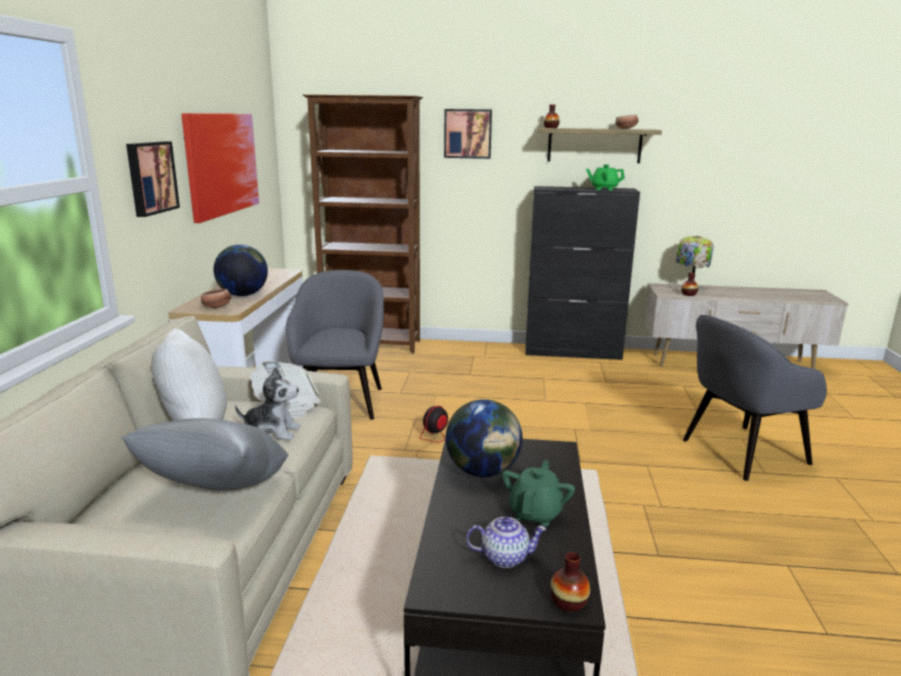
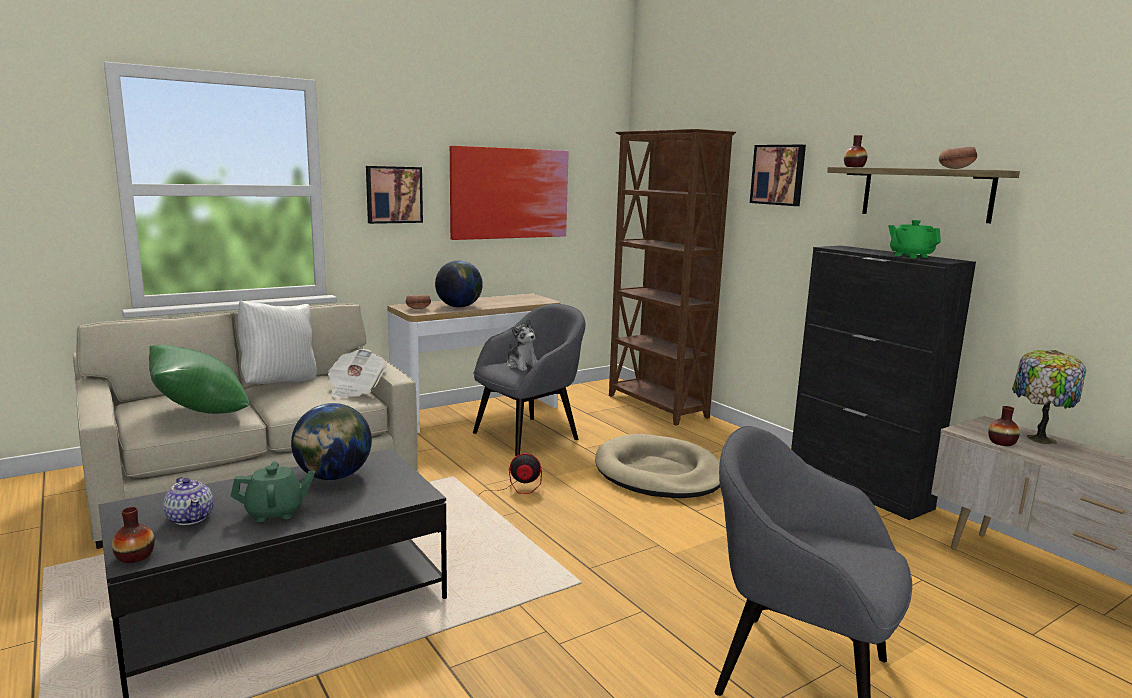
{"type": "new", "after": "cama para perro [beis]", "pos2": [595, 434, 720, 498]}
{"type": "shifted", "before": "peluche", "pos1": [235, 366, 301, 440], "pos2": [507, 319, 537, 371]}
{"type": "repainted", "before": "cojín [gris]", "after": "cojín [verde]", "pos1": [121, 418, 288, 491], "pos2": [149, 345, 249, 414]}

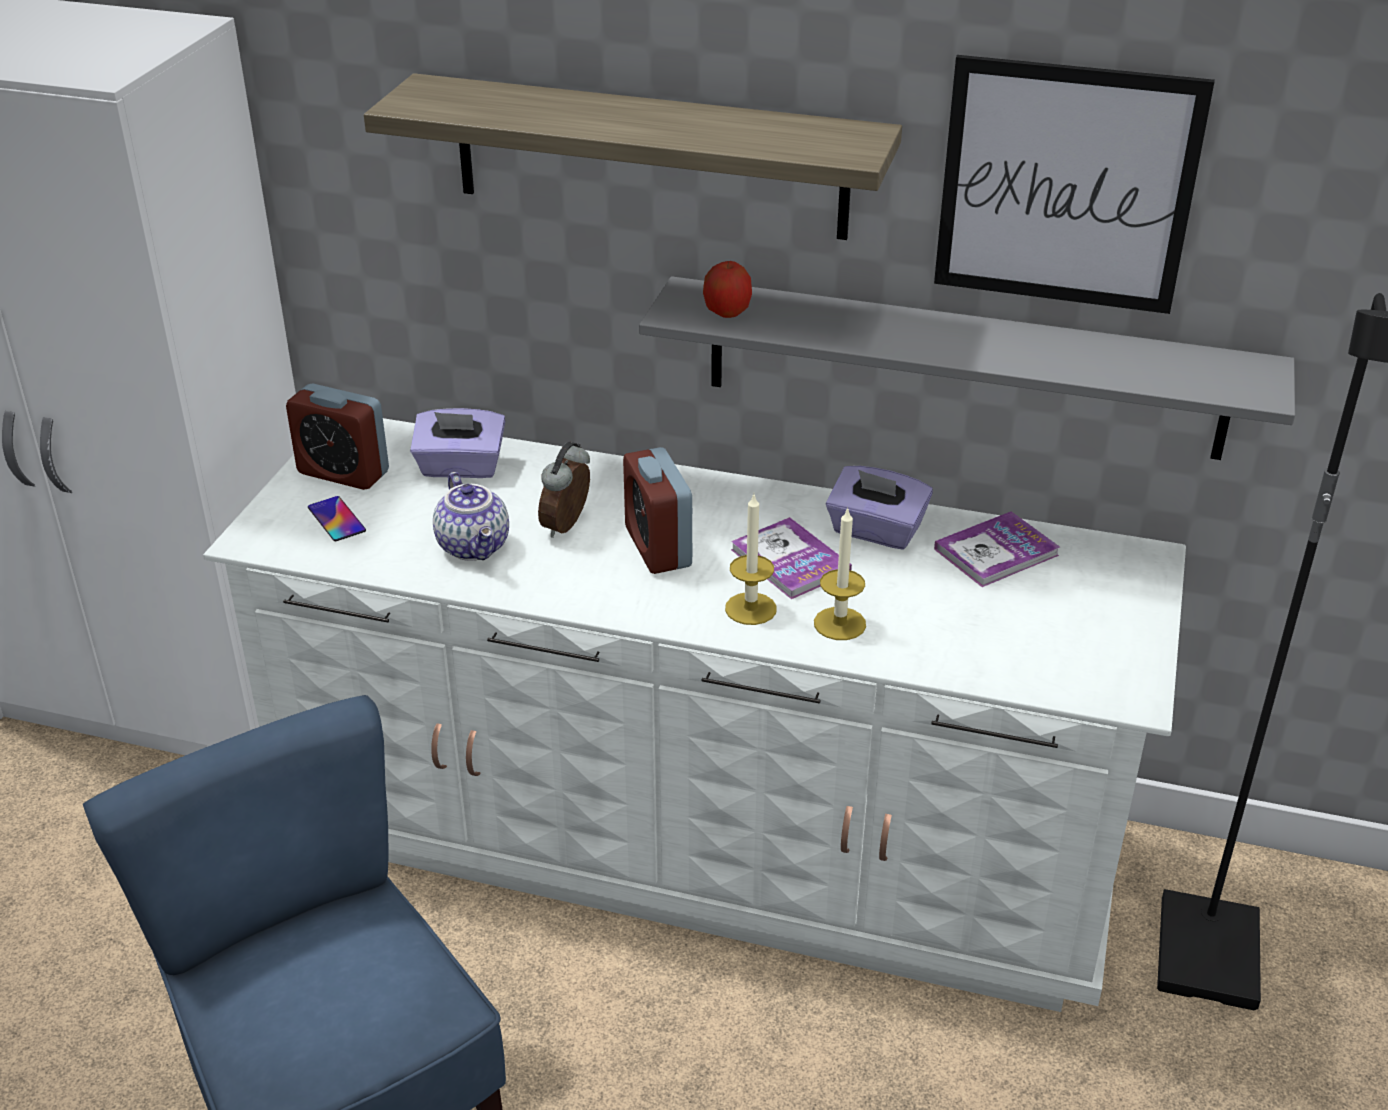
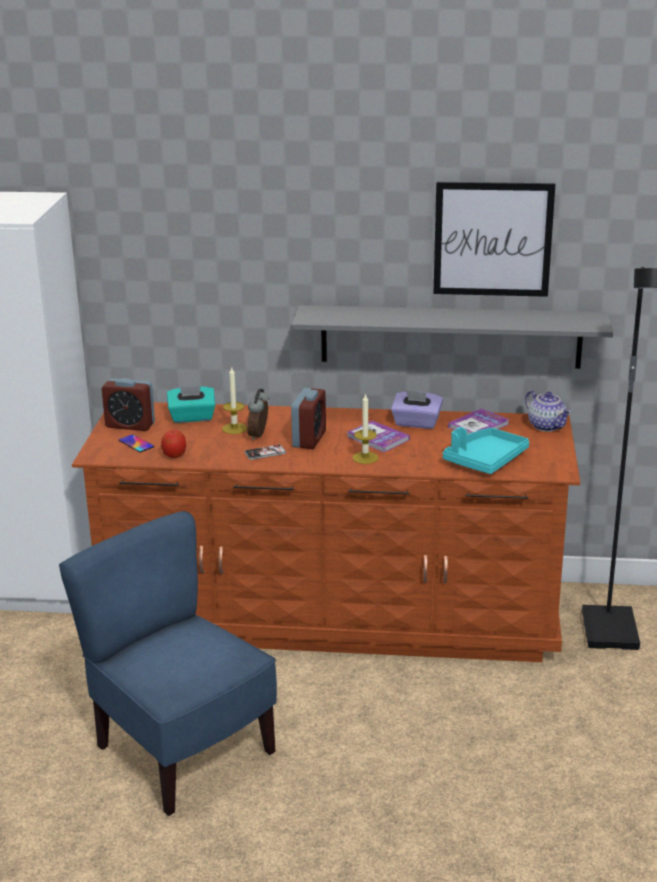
{"type": "gone", "before": "estante", "pos1": [364, 73, 902, 240]}
{"type": "new", "after": "móvil", "pos2": [244, 443, 286, 460]}
{"type": "new", "after": "bandeja [turquesa]", "pos2": [443, 427, 529, 474]}
{"type": "shifted", "before": "tetera", "pos1": [433, 472, 509, 561], "pos2": [525, 390, 572, 432]}
{"type": "shifted", "before": "manzana", "pos1": [703, 261, 752, 318], "pos2": [161, 429, 186, 458]}
{"type": "shifted", "before": "vela", "pos1": [814, 507, 866, 640], "pos2": [222, 368, 247, 434]}
{"type": "repainted", "before": "cómoda [blanco]", "after": "cómoda [marrón]", "pos1": [203, 418, 1186, 1012], "pos2": [72, 402, 580, 662]}
{"type": "repainted", "before": "caja de pañuelos [morado]", "after": "caja de pañuelos [turquesa]", "pos1": [410, 408, 506, 478], "pos2": [167, 386, 215, 423]}
{"type": "rotated", "before": "despertador", "pos1": [623, 447, 692, 574], "pos2": [291, 388, 326, 449], "turn": -135}

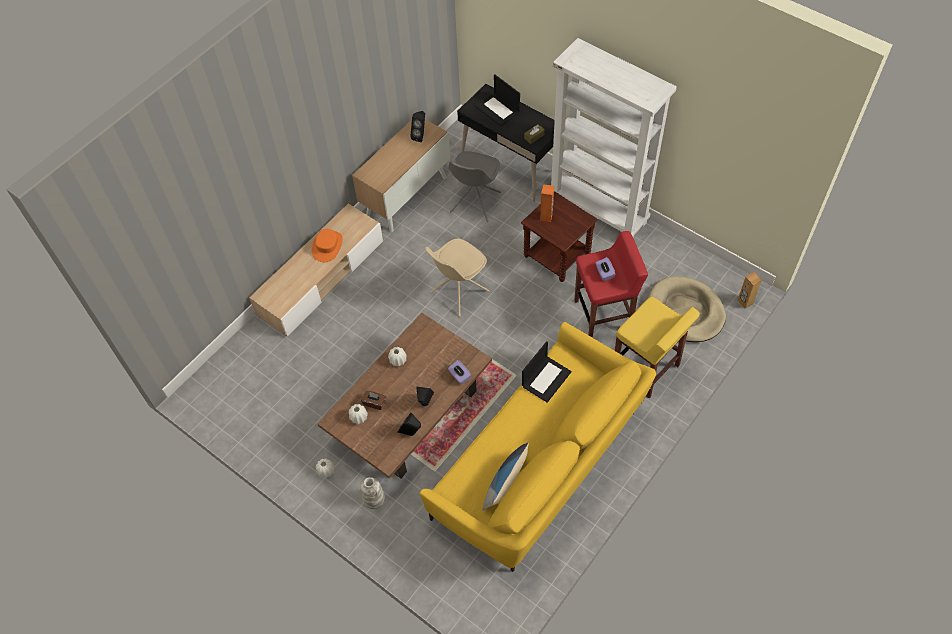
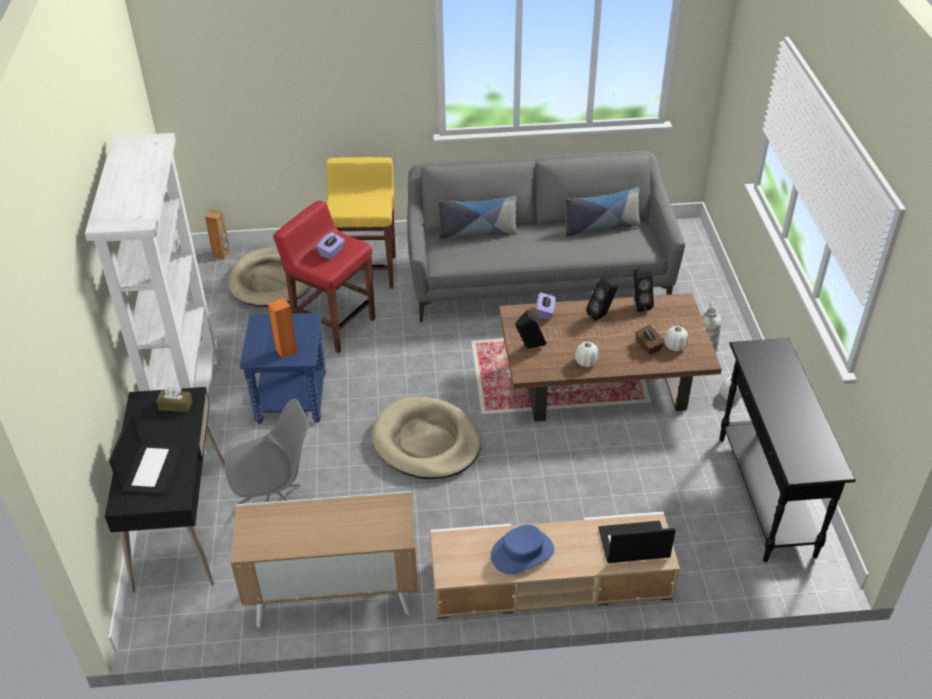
{"type": "new", "after": "cojín", "pos2": [438, 196, 518, 239]}
{"type": "new", "after": "mesa consola [negro]", "pos2": [720, 338, 856, 562]}
{"type": "shifted", "before": "altavoz [negro]", "pos1": [410, 111, 425, 142], "pos2": [516, 311, 546, 348]}
{"type": "shifted", "before": "portátil", "pos1": [522, 341, 572, 403], "pos2": [598, 521, 676, 563]}
{"type": "swapped", "before": "silla [beis]", "after": "cama para perro [beis]", "pos1": [425, 239, 489, 317], "pos2": [372, 396, 481, 479]}
{"type": "repainted", "before": "sombrero [naranja]", "after": "sombrero [azul]", "pos1": [312, 229, 343, 262], "pos2": [491, 525, 554, 575]}
{"type": "repainted", "before": "sofá [amarillo]", "after": "sofá [gris]", "pos1": [419, 322, 656, 572], "pos2": [407, 151, 685, 322]}
{"type": "repainted", "before": "mesa auxiliar [marrón]", "after": "mesa auxiliar [azul]", "pos1": [521, 191, 598, 282], "pos2": [240, 313, 326, 424]}

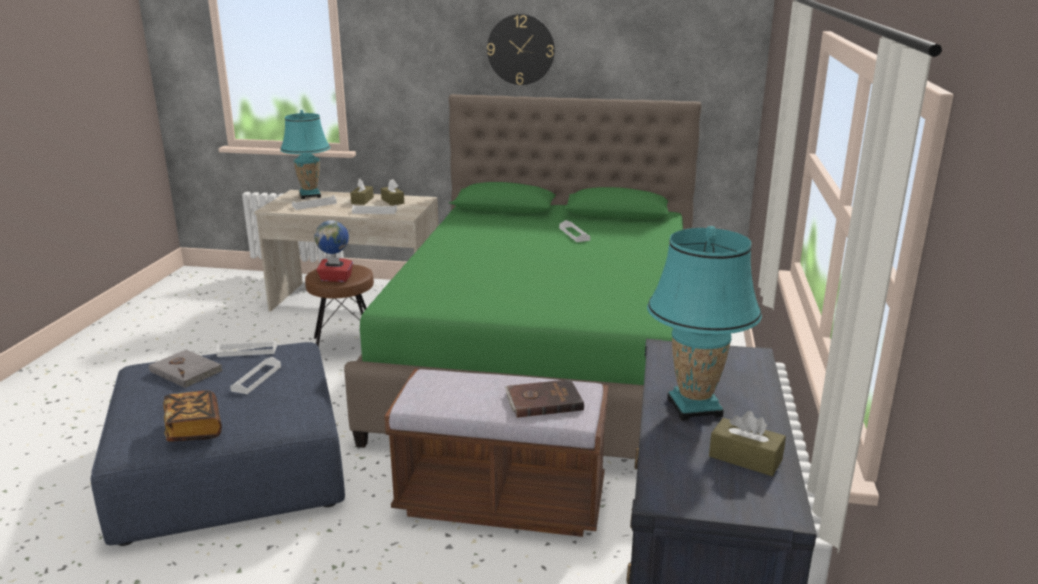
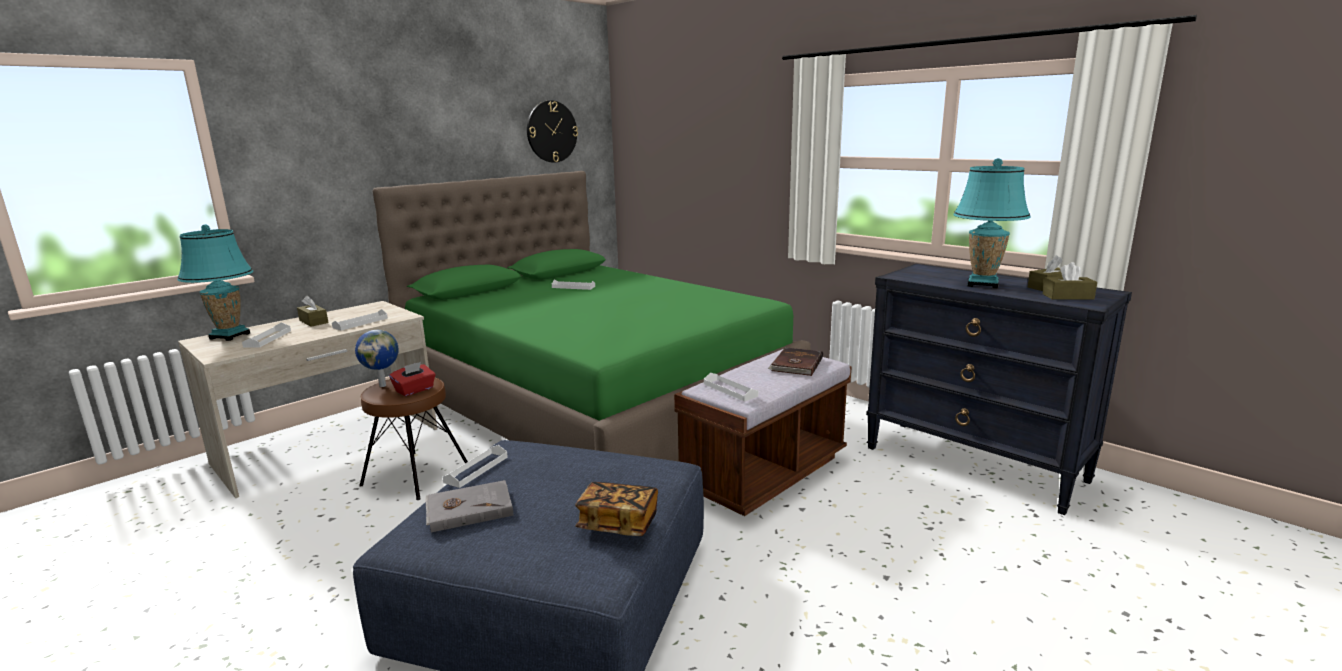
{"type": "shifted", "before": "bandeja [blanco]", "pos1": [230, 357, 281, 394], "pos2": [704, 373, 758, 402]}
{"type": "shifted", "before": "caja de pañuelos [marrón]", "pos1": [381, 179, 404, 206], "pos2": [1043, 262, 1097, 300]}
{"type": "shifted", "before": "reloj de pared", "pos1": [487, 14, 555, 85], "pos2": [527, 101, 578, 163]}

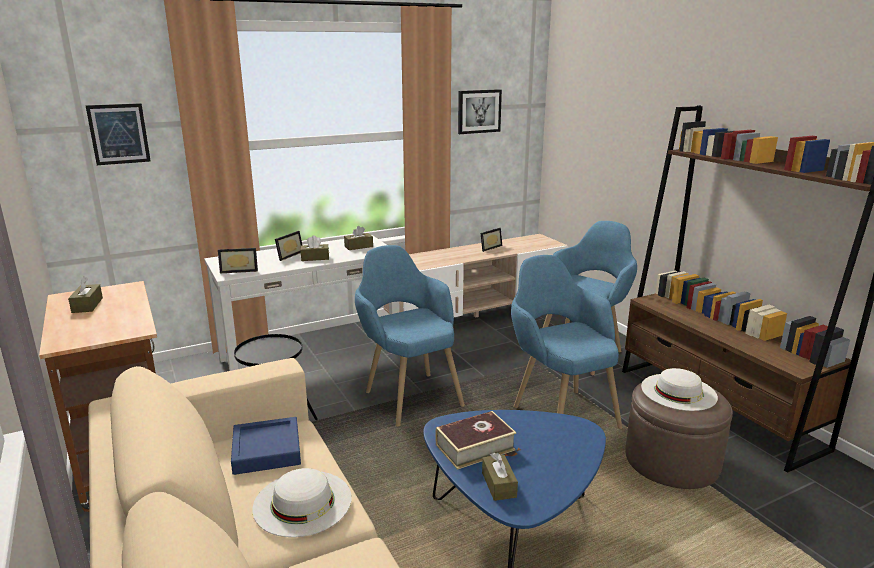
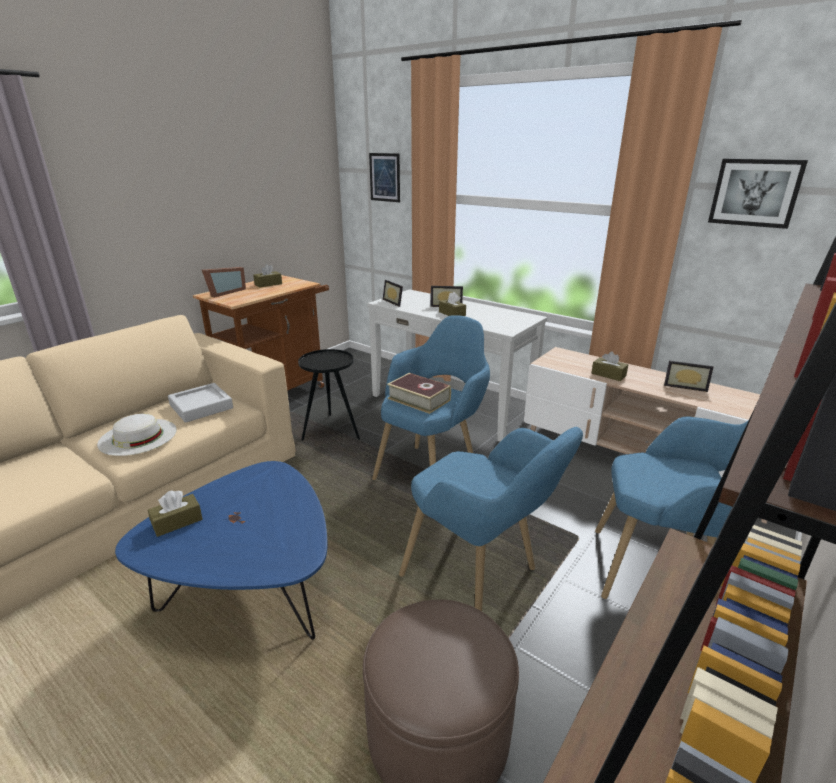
{"type": "gone", "before": "sombrero [blanco]", "pos1": [641, 368, 718, 411]}
{"type": "new", "after": "portarretratos", "pos2": [202, 267, 246, 298]}
{"type": "shifted", "before": "caja de pañuelos [marrón]", "pos1": [344, 226, 373, 250], "pos2": [592, 351, 628, 381]}
{"type": "shifted", "before": "libro", "pos1": [435, 411, 516, 470], "pos2": [387, 373, 451, 414]}
{"type": "repainted", "before": "bandeja [azul]", "after": "bandeja [gris]", "pos1": [231, 417, 301, 475], "pos2": [168, 383, 233, 423]}
{"type": "rotated", "before": "sillón [azul]", "pos1": [511, 255, 622, 429], "pos2": [399, 427, 583, 611], "turn": 90}

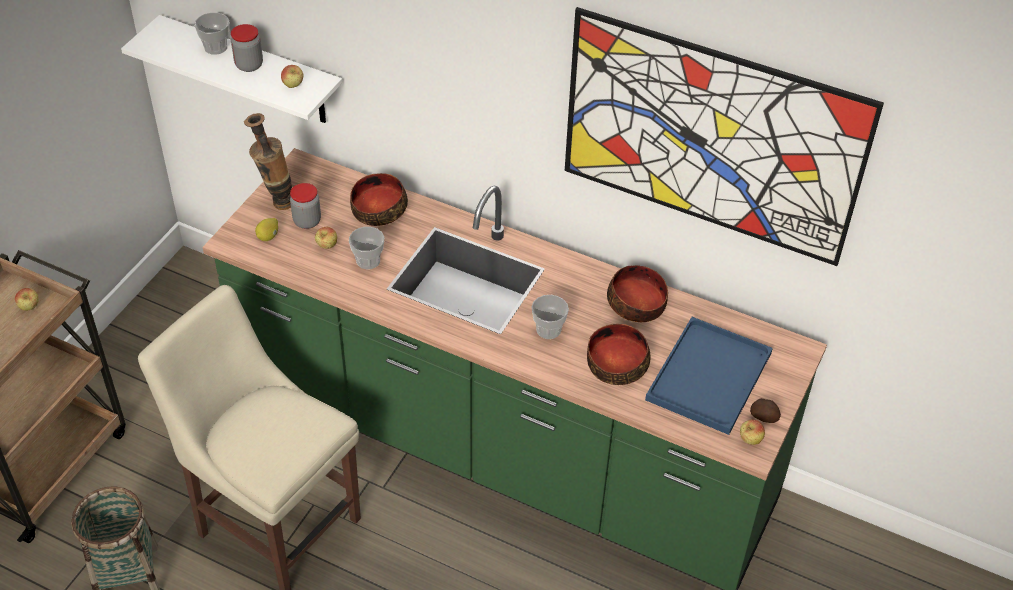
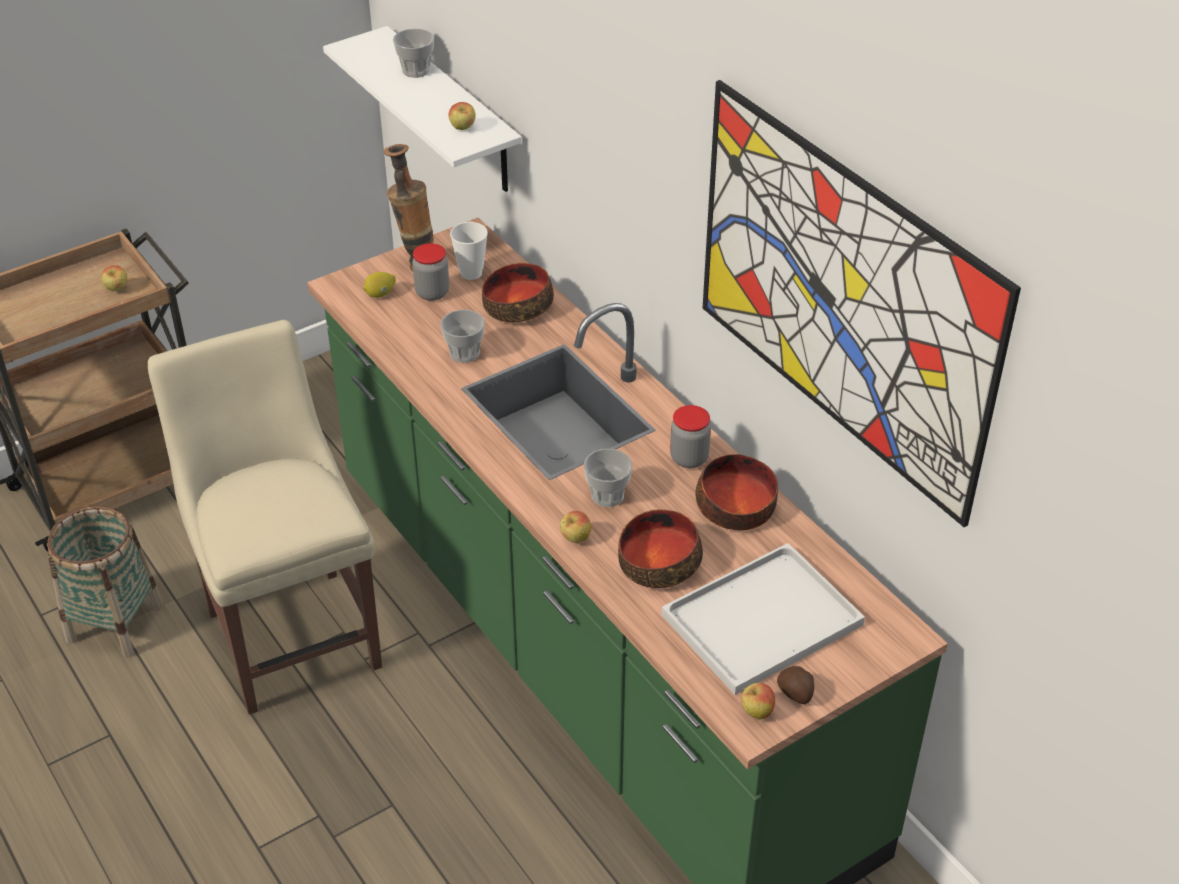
{"type": "new", "after": "taza", "pos2": [450, 222, 488, 280]}
{"type": "shifted", "before": "tarro", "pos1": [231, 24, 263, 72], "pos2": [670, 405, 711, 468]}
{"type": "shifted", "before": "manzana", "pos1": [315, 227, 337, 249], "pos2": [560, 511, 591, 543]}
{"type": "repainted", "before": "bandeja [azul]", "after": "bandeja [blanco]", "pos1": [645, 317, 773, 435], "pos2": [661, 543, 865, 695]}

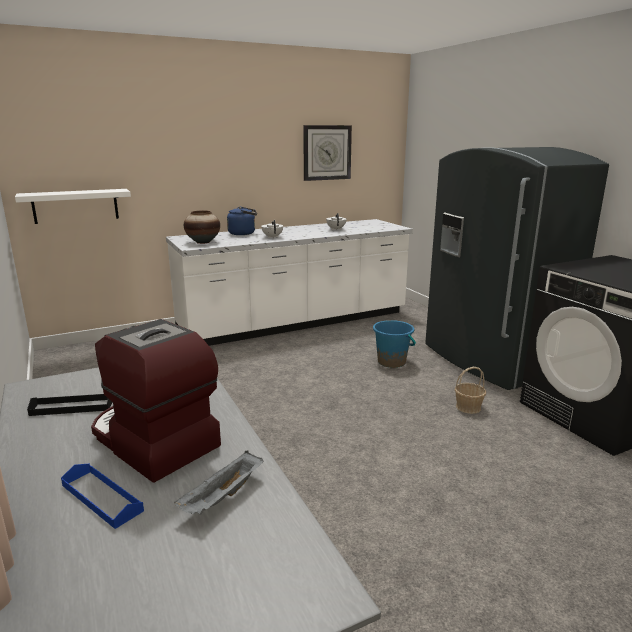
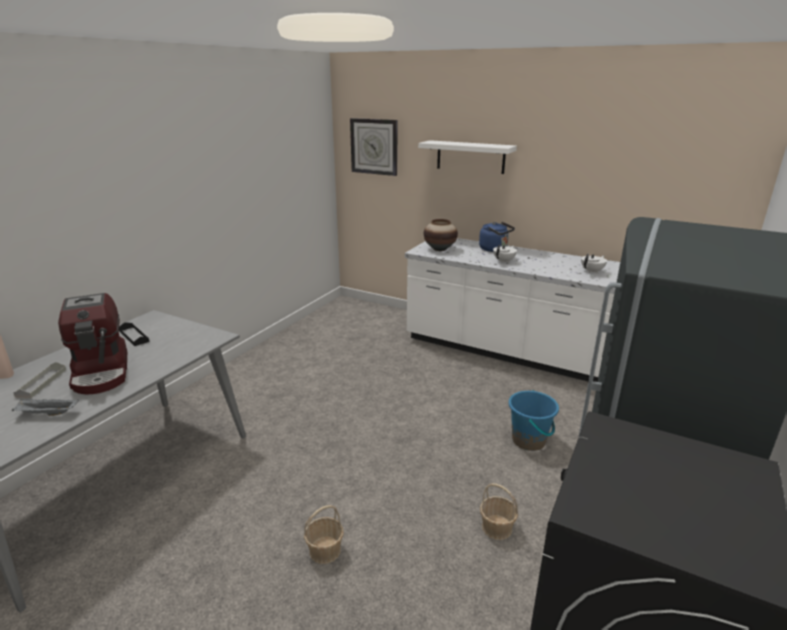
{"type": "new", "after": "cesta", "pos2": [304, 505, 344, 564]}
{"type": "shifted", "before": "estante [blanco]", "pos1": [15, 189, 131, 224], "pos2": [418, 140, 517, 174]}
{"type": "shifted", "before": "reloj de pared", "pos1": [303, 125, 352, 181], "pos2": [350, 118, 397, 176]}
{"type": "repainted", "before": "bandeja [azul]", "after": "bandeja [gris]", "pos1": [61, 464, 144, 529], "pos2": [13, 362, 66, 398]}
{"type": "rotated", "before": "cafetera", "pos1": [91, 319, 221, 483], "pos2": [58, 293, 127, 394], "turn": 150}

